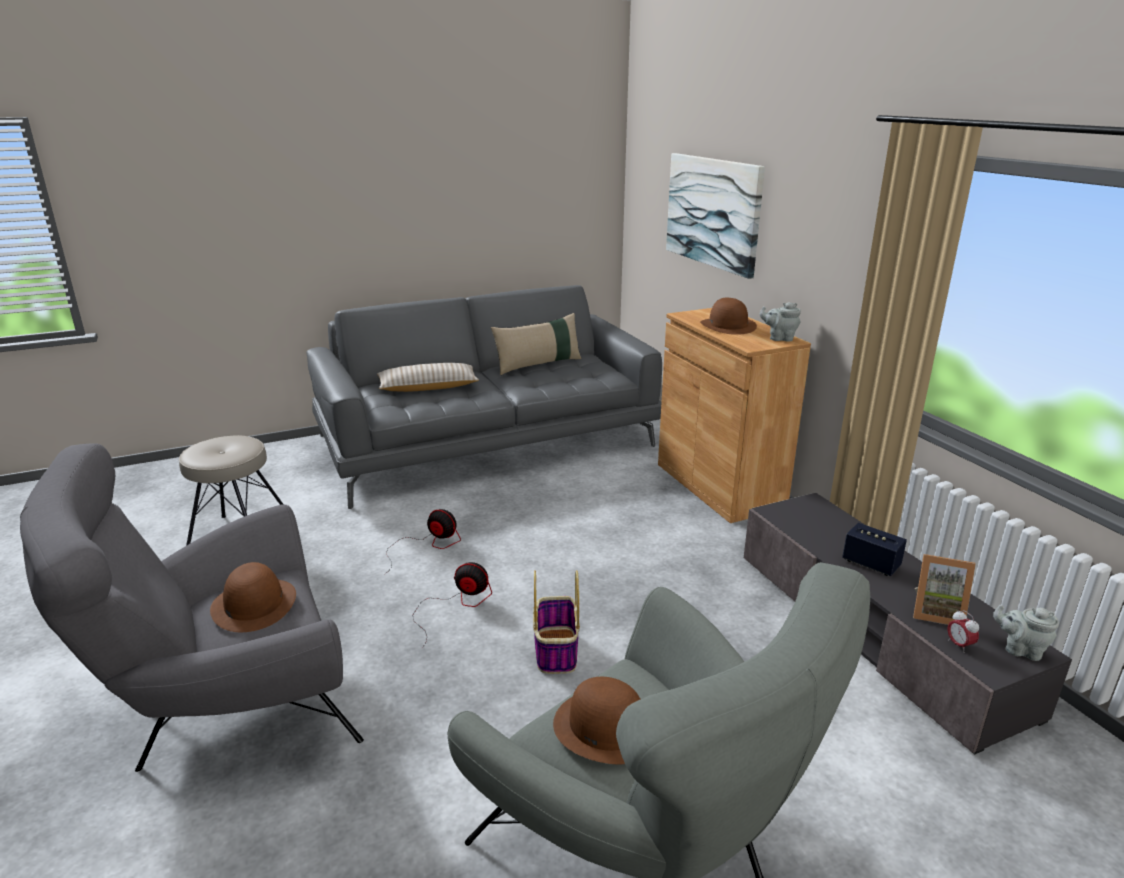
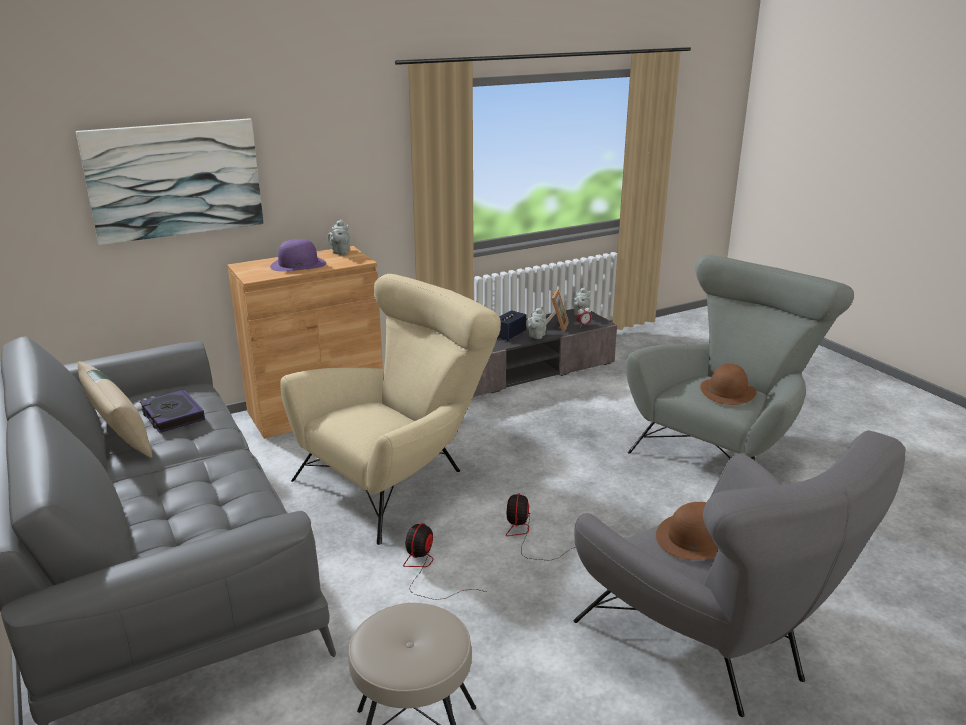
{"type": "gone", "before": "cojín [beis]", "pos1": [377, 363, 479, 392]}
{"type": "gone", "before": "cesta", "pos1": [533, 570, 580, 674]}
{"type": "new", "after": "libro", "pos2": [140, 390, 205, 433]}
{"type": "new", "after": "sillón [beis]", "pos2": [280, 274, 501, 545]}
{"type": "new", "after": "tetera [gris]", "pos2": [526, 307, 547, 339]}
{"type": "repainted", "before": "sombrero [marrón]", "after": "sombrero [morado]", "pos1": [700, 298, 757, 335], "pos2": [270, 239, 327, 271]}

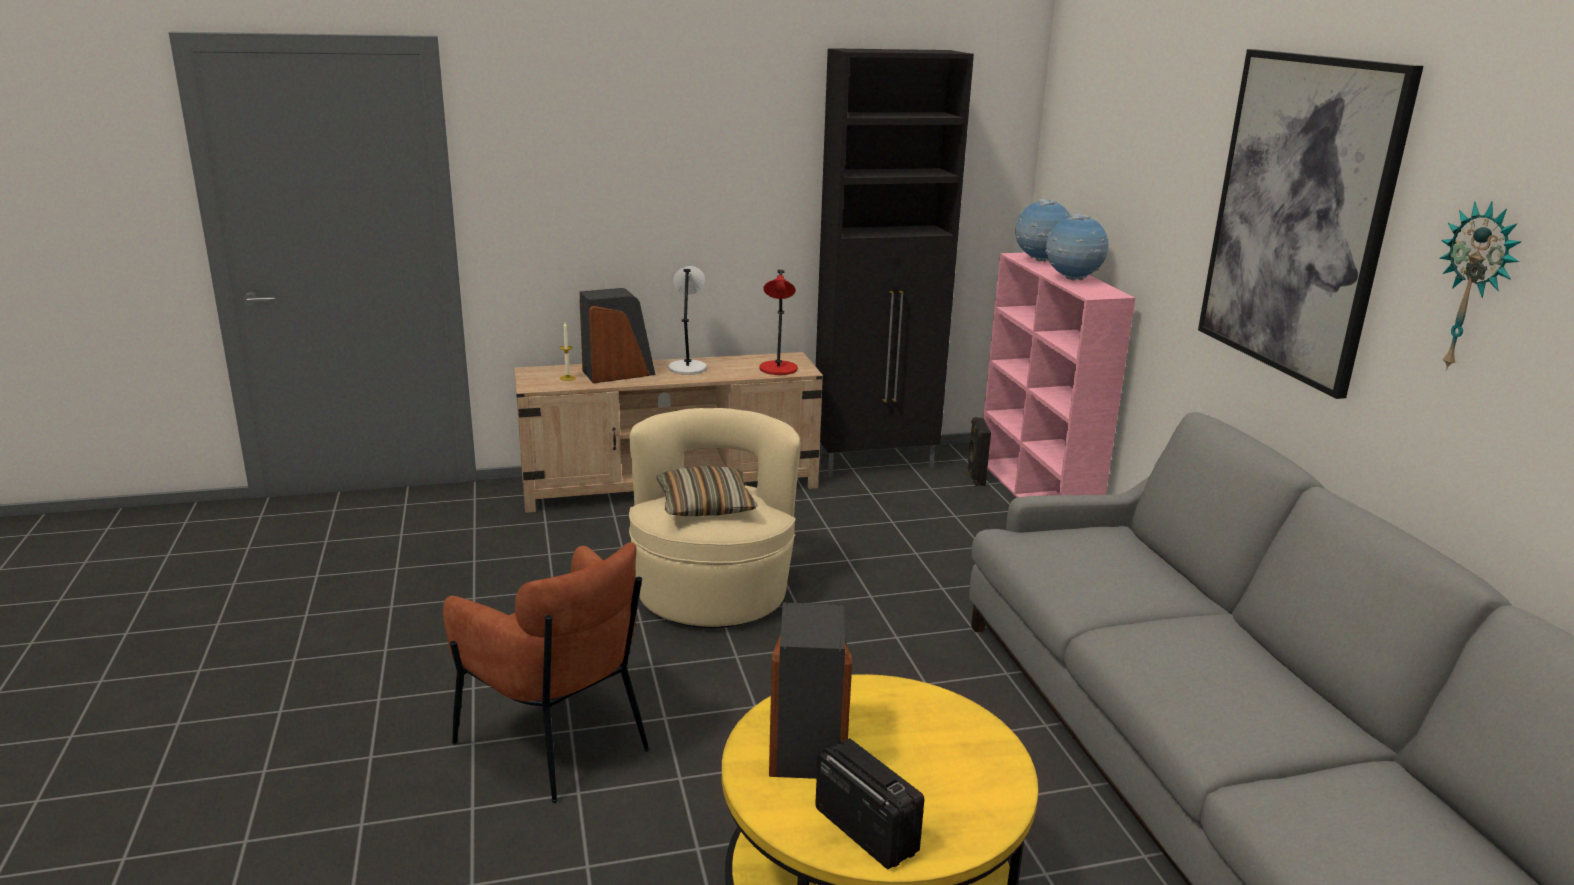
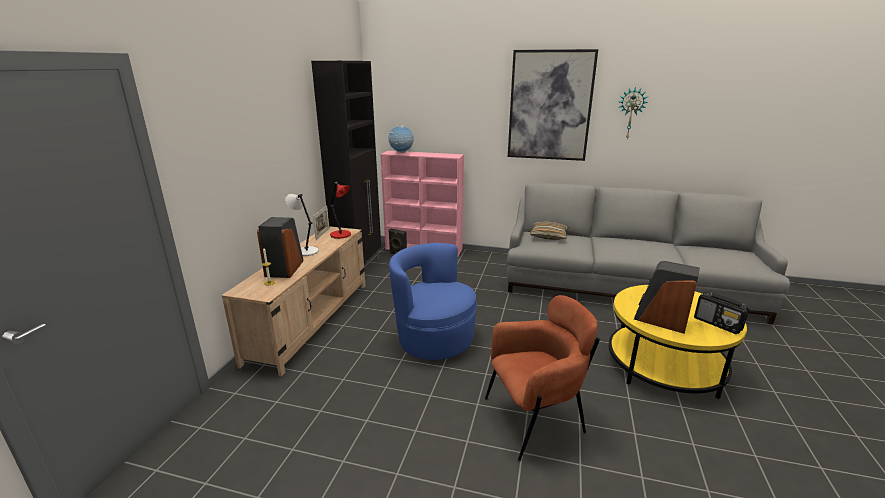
{"type": "gone", "before": "globo terráqueo", "pos1": [1045, 214, 1110, 281]}
{"type": "new", "after": "portarretratos", "pos2": [313, 206, 329, 240]}
{"type": "shifted", "before": "cojín", "pos1": [656, 466, 758, 516], "pos2": [530, 221, 568, 240]}
{"type": "repainted", "before": "sillón [beis]", "after": "sillón [azul]", "pos1": [629, 408, 800, 628], "pos2": [389, 243, 477, 360]}
{"type": "rotated", "before": "radio", "pos1": [815, 738, 924, 869], "pos2": [694, 292, 749, 334], "turn": -120}

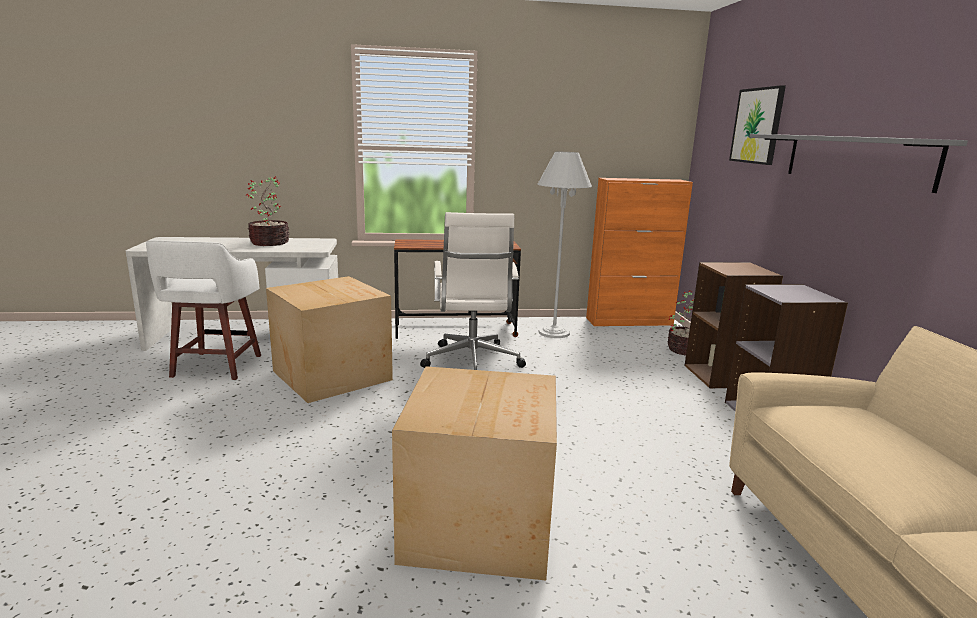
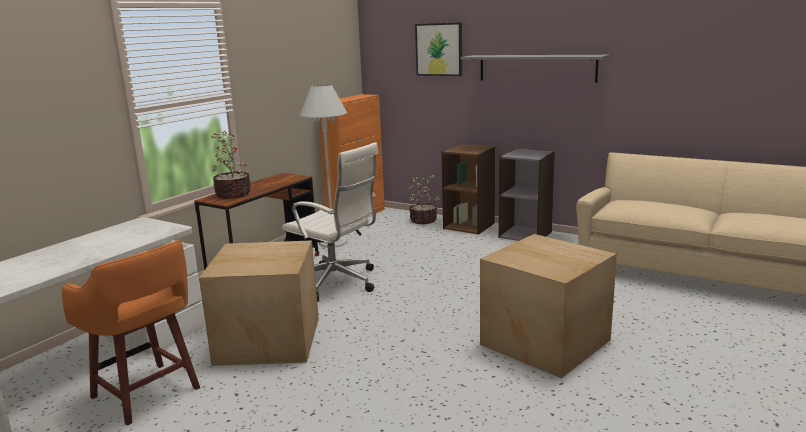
{"type": "shifted", "before": "planta en maceta", "pos1": [246, 176, 290, 246], "pos2": [211, 130, 251, 199]}
{"type": "repainted", "before": "taburete [blanco]", "after": "taburete [naranja]", "pos1": [146, 240, 261, 380], "pos2": [62, 240, 200, 426]}

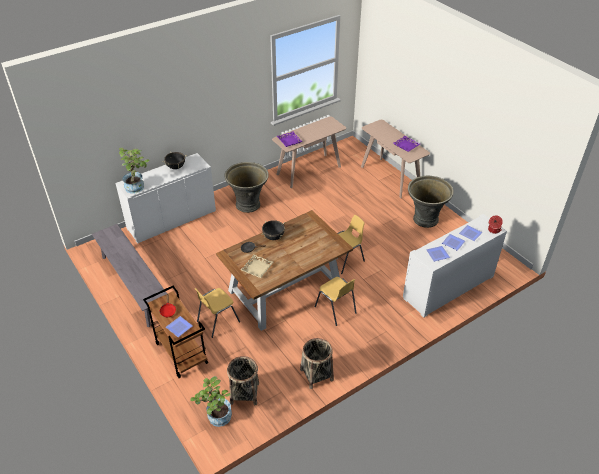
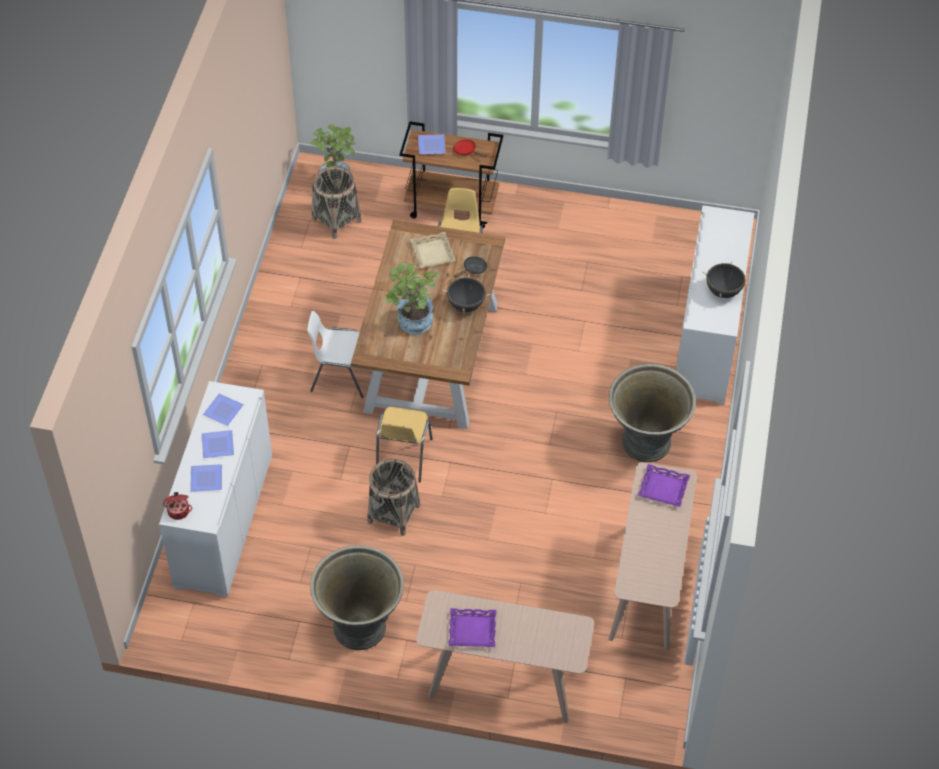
{"type": "gone", "before": "banco [gris]", "pos1": [92, 224, 167, 327]}
{"type": "shifted", "before": "planta en maceta", "pos1": [119, 148, 150, 194], "pos2": [386, 262, 440, 334]}
{"type": "shifted", "before": "cesta", "pos1": [300, 338, 334, 389], "pos2": [367, 459, 420, 536]}
{"type": "repainted", "before": "silla [amarillo]", "after": "silla [blanco]", "pos1": [315, 277, 357, 326], "pos2": [307, 311, 364, 398]}

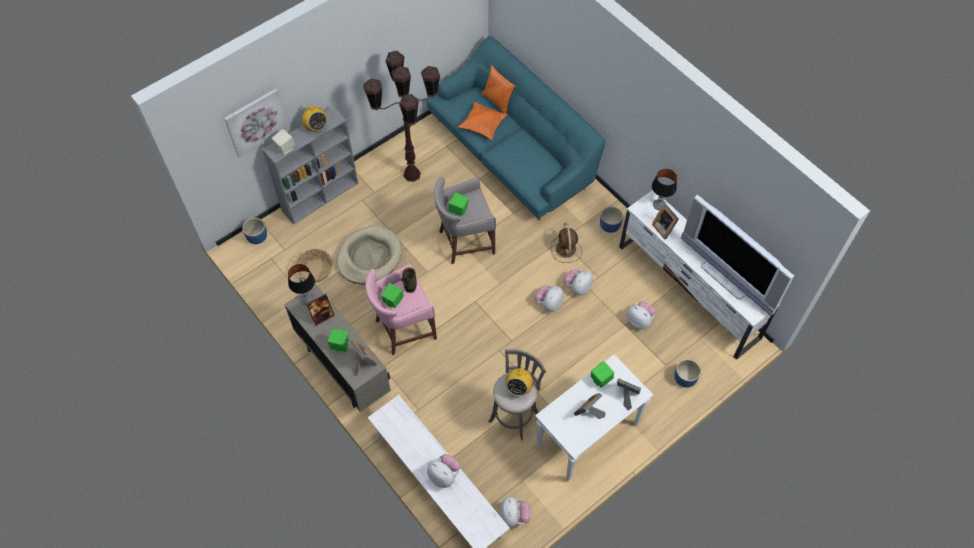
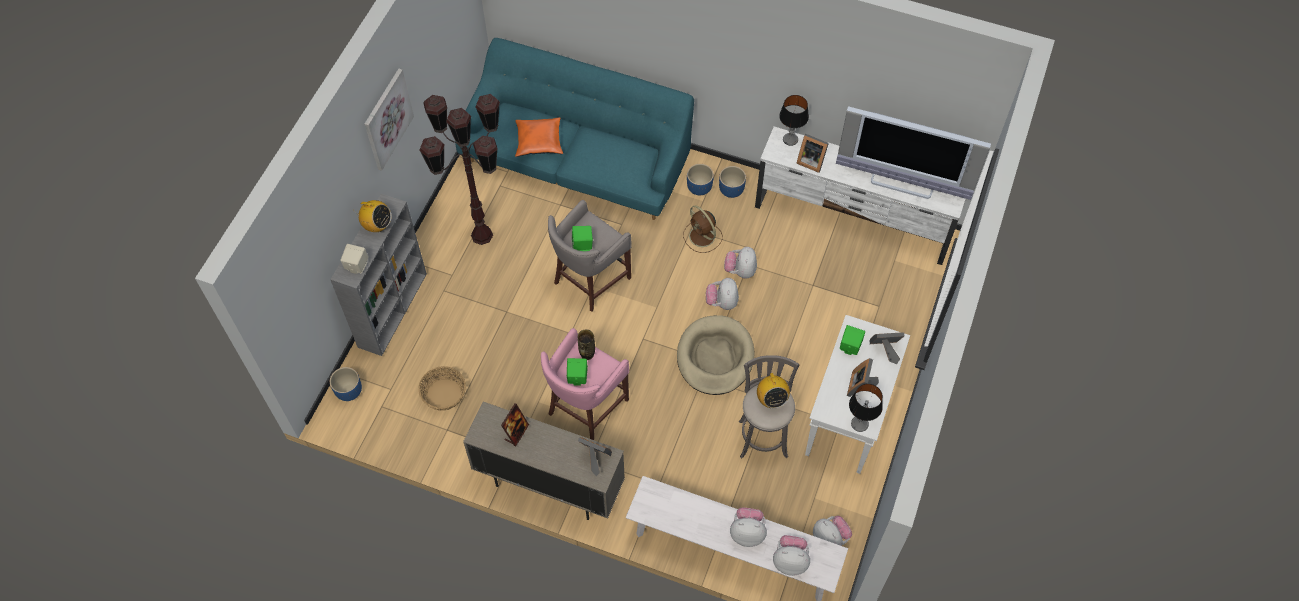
{"type": "gone", "before": "altavoz [verde]", "pos1": [327, 329, 351, 353]}
{"type": "gone", "before": "cojín [naranja]", "pos1": [482, 65, 516, 114]}
{"type": "shifted", "before": "cuadro", "pos1": [224, 88, 289, 158], "pos2": [364, 69, 414, 171]}
{"type": "shifted", "before": "lámpara de mesa", "pos1": [288, 264, 315, 305], "pos2": [849, 384, 883, 432]}
{"type": "shifted", "before": "cama para perro [beis]", "pos1": [336, 226, 402, 284], "pos2": [677, 315, 754, 395]}
{"type": "shifted", "before": "peluche", "pos1": [627, 301, 656, 329], "pos2": [773, 535, 810, 576]}
{"type": "shifted", "before": "maceta [azul]", "pos1": [674, 359, 701, 387], "pos2": [687, 164, 714, 195]}

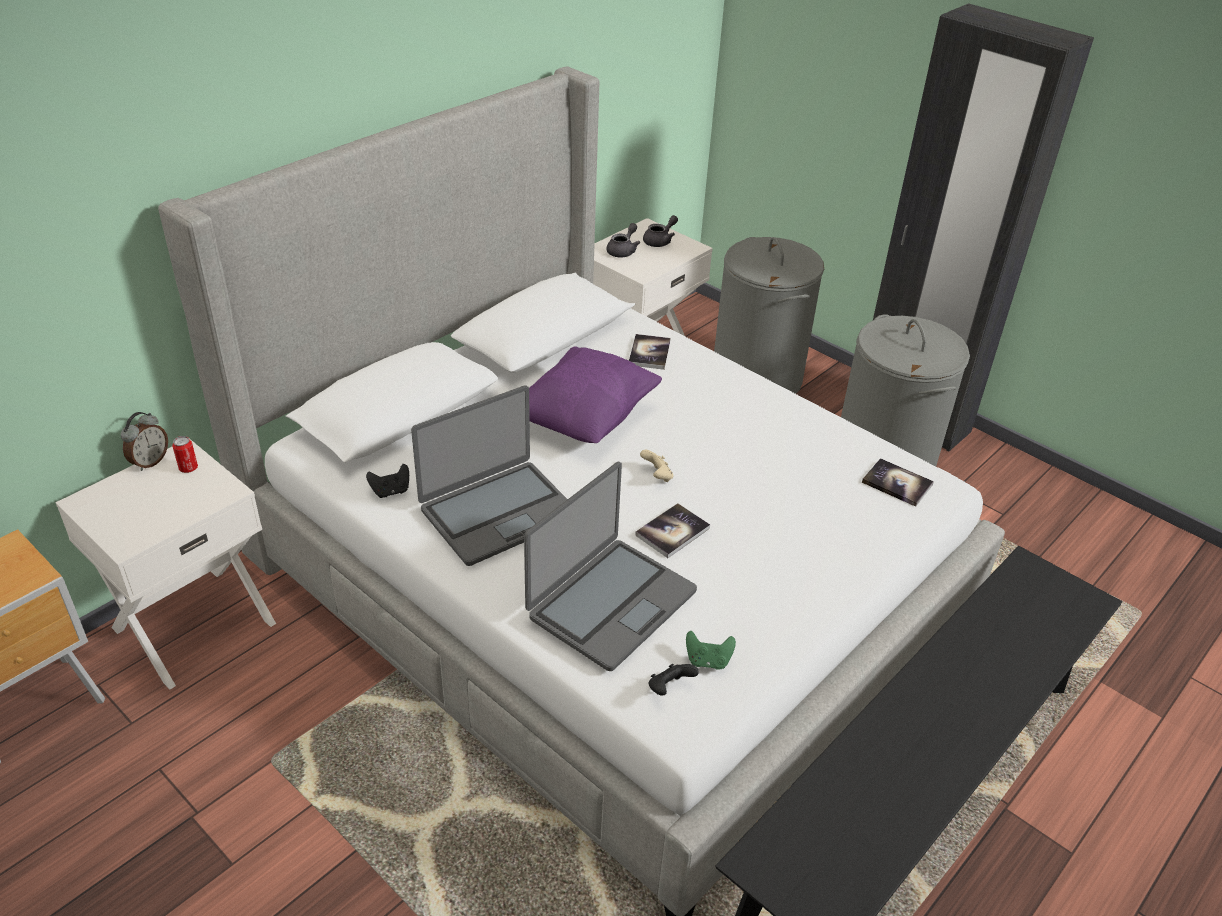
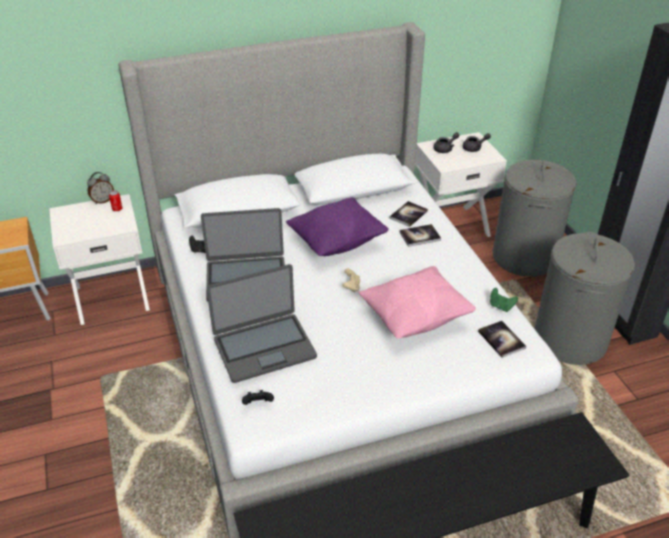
{"type": "new", "after": "cojín [rosa]", "pos2": [359, 266, 476, 339]}
{"type": "shifted", "before": "libro", "pos1": [635, 503, 710, 558], "pos2": [399, 224, 441, 247]}
{"type": "shifted", "before": "mando de consola [verde]", "pos1": [686, 631, 736, 670], "pos2": [490, 288, 518, 312]}

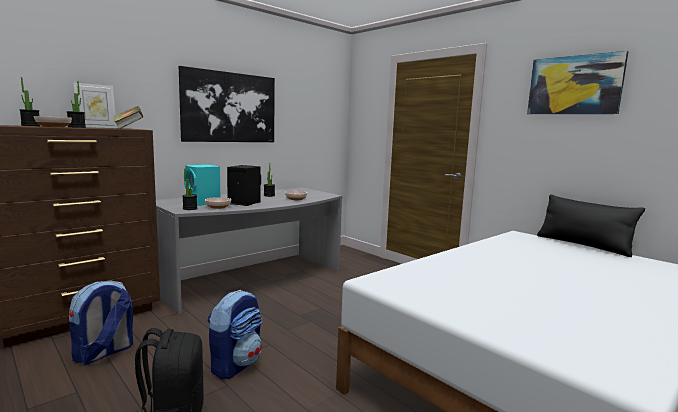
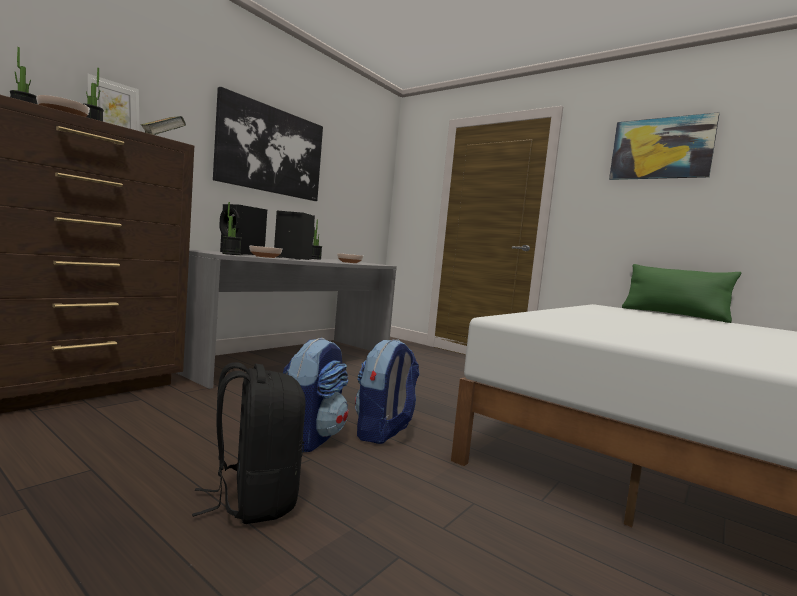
{"type": "shifted", "before": "mochila", "pos1": [69, 281, 133, 365], "pos2": [355, 340, 420, 444]}
{"type": "repainted", "before": "altavoz [turquesa]", "after": "altavoz [negro]", "pos1": [184, 165, 220, 206], "pos2": [219, 204, 267, 255]}
{"type": "repainted", "before": "cojín [negro]", "after": "cojín [verde]", "pos1": [537, 194, 645, 257], "pos2": [622, 264, 741, 323]}

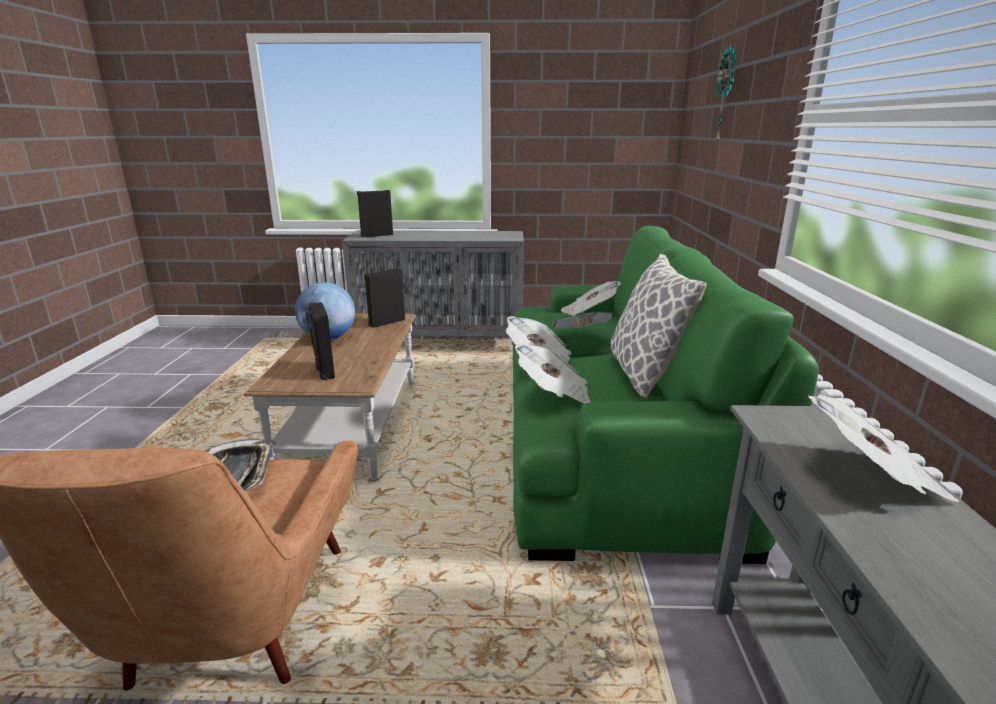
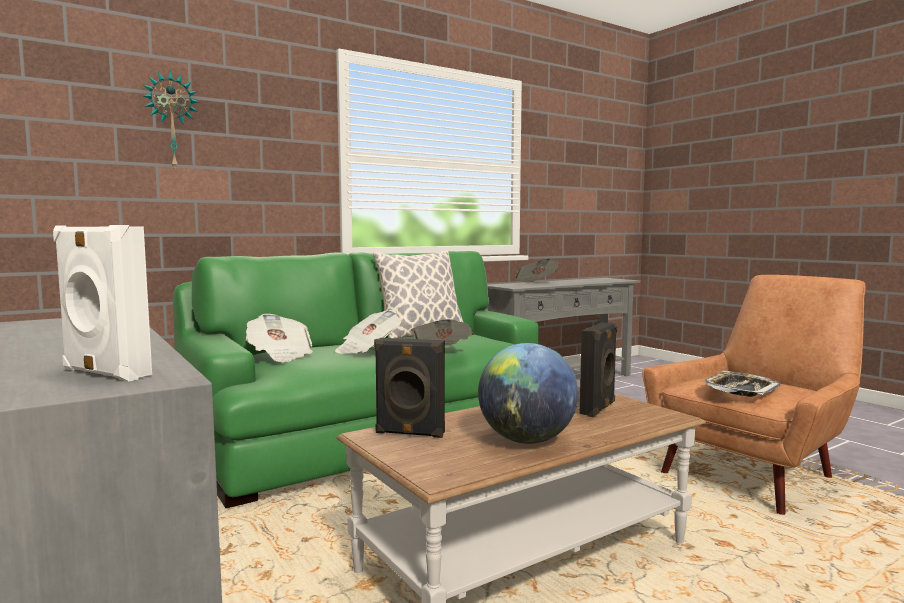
{"type": "gone", "before": "periódico", "pos1": [515, 344, 590, 404]}
{"type": "repainted", "before": "altavoz [negro]", "after": "altavoz [blanco]", "pos1": [357, 190, 393, 237], "pos2": [53, 225, 152, 381]}

